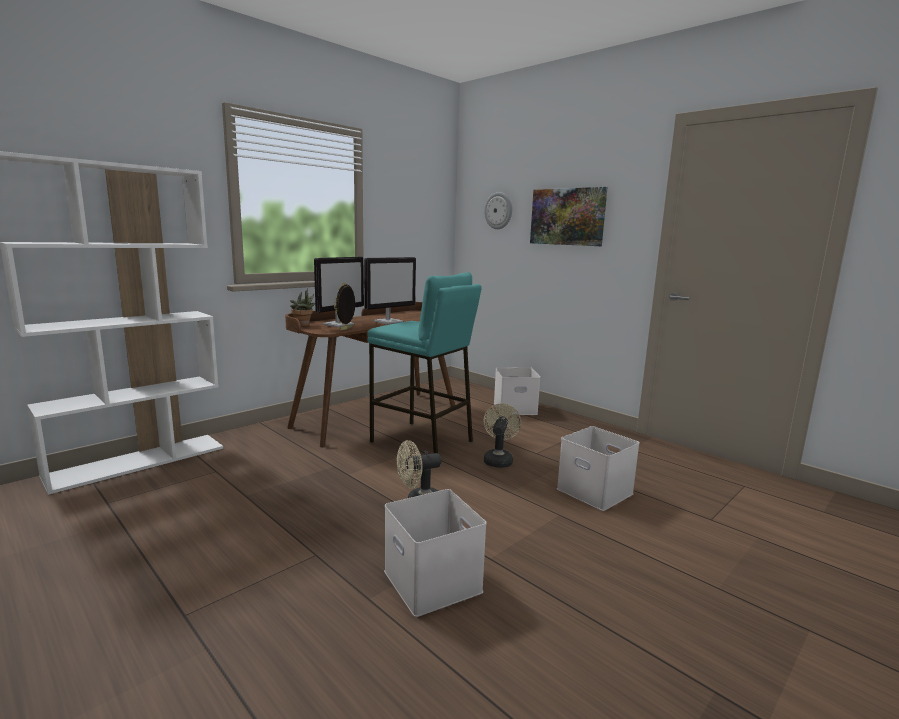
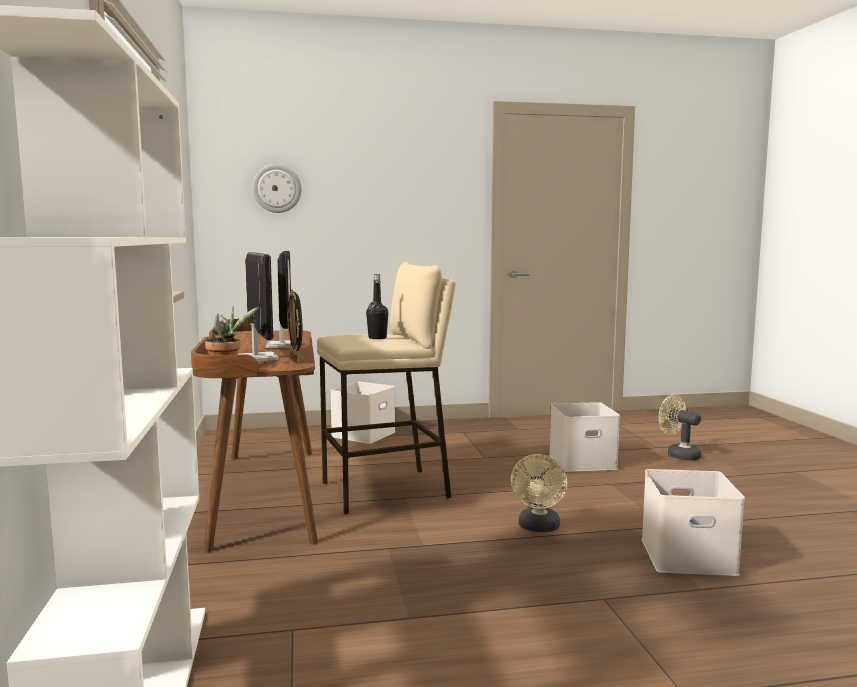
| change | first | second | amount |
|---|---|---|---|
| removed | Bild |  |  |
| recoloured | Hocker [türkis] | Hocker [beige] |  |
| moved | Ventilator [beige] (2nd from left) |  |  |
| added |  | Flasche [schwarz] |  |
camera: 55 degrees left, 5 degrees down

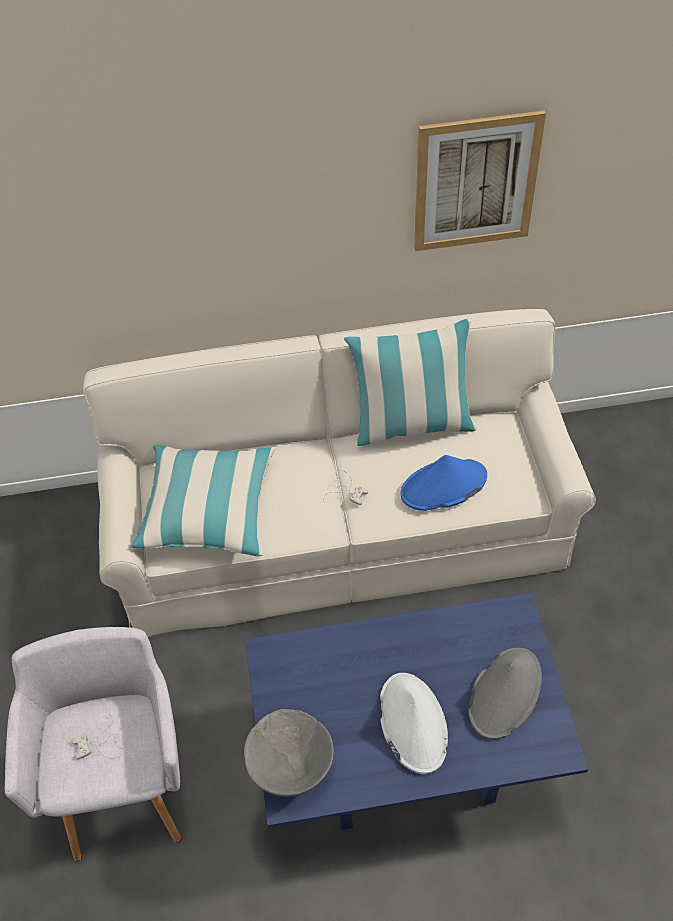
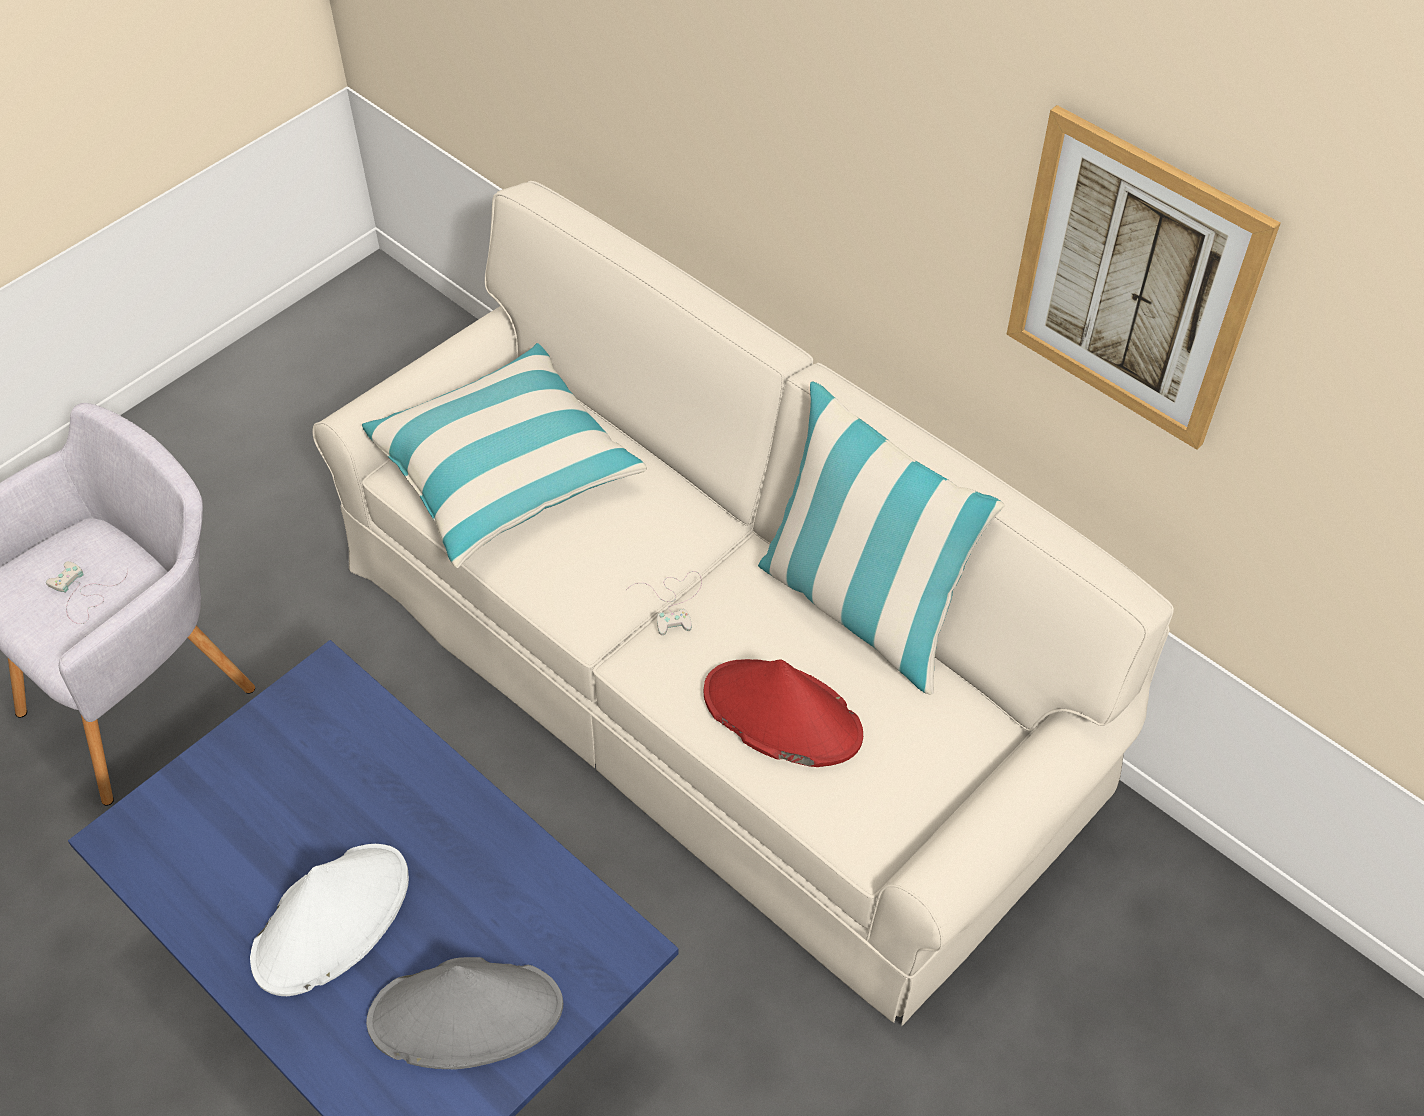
| change | first | second | amount |
|---|---|---|---|
| recoloured | Hut [blau] | Hut [rot] |  |
| removed | Schüssel [grau] |  |  |
camera: 50 degrees right, 0 degrees up

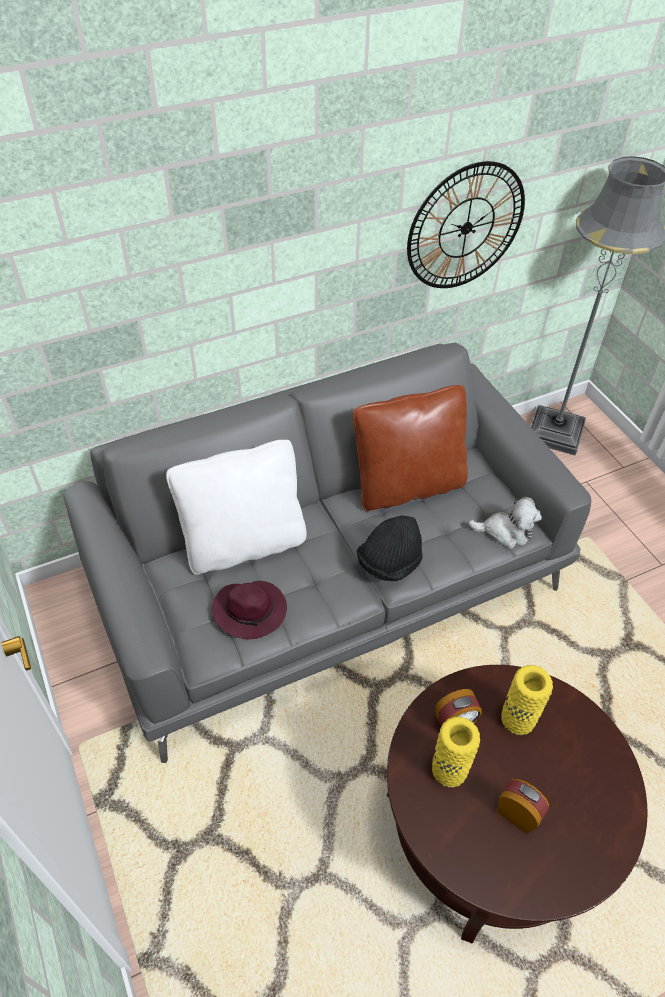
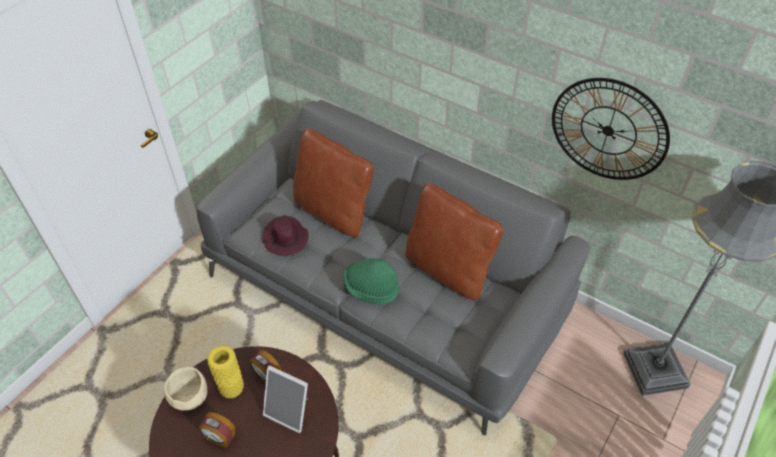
| change | first | second | amount |
|---|---|---|---|
| recoloured | Kissen [weiß] | Kissen [braun] (1st from left) |  |
| removed | Plüschtier |  |  |
| recoloured | Hut [schwarz] | Hut [grün] |  |
| replaced | Vase [gelb] (2nd from left) | Bilderrahmen |  |
| turned | Wecker (2nd from left in the first image) | Wecker (1st from left) | 105 degrees clockwise |
| added |  | Schüssel [beige] |  |
camera: 60 degrees right, 0 degrees up

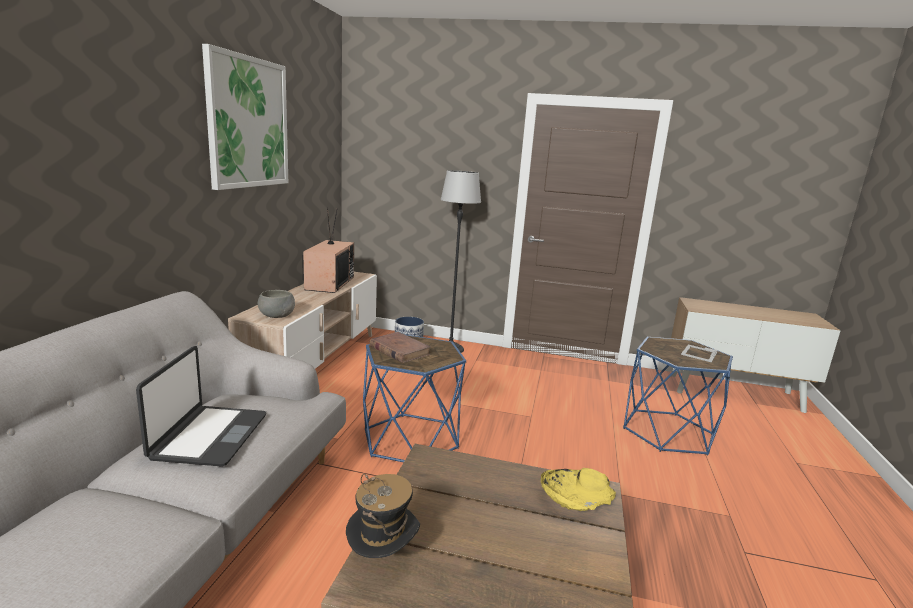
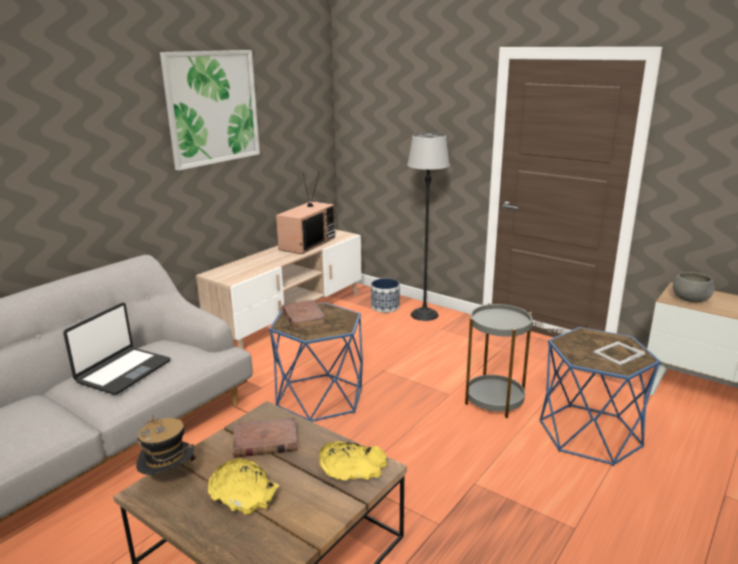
| change | first | second | amount |
|---|---|---|---|
| moved | Schüssel [grau] |  |  |
| added |  | Beistelltisch [grau] |  |
| added |  | Buch [braun] (1st from left) |  |
| added |  | Schüssel [gelb] (1st from left) |  |
camera: 25 degrees right, 5 degrees up

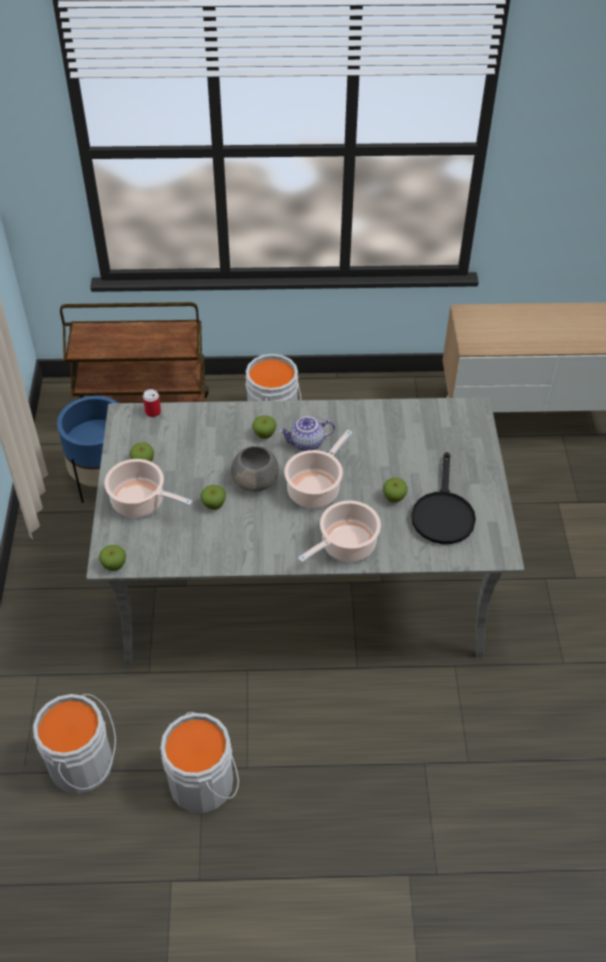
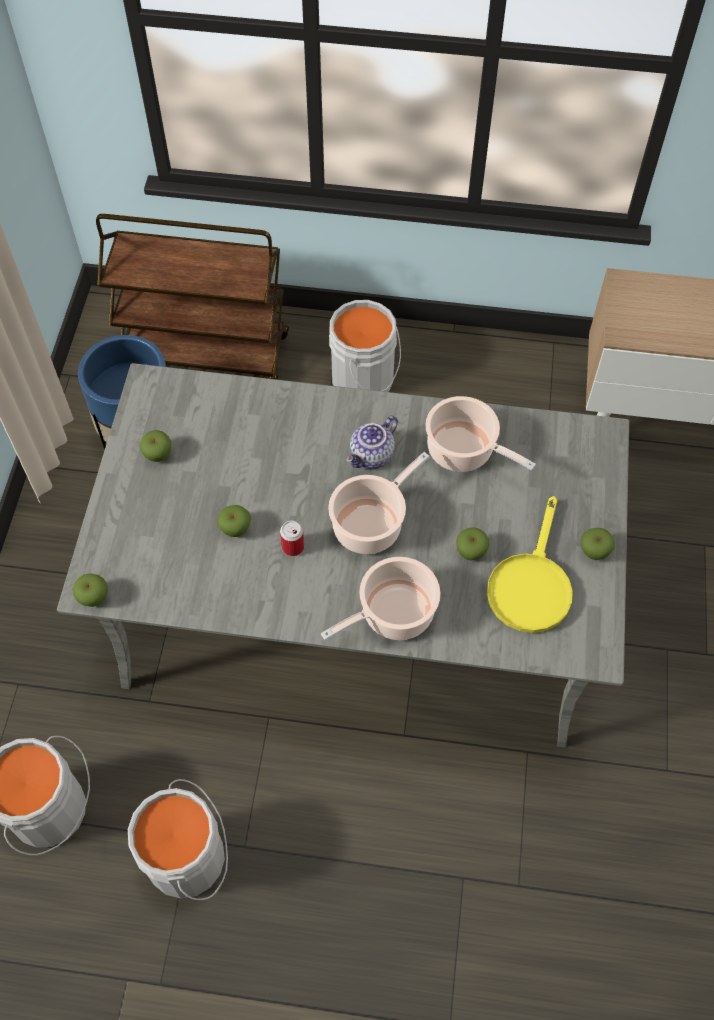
| change | first | second | amount |
|---|---|---|---|
| moved | Dose |  |  |
| moved | Apfel (4th from left in the first image) | Apfel (5th from left) |  |
| turned | Teekanne |  | 45 degrees counterclockwise |
| removed | Schüssel [grau] |  |  |
| recoloured | Pfanne [schwarz] | Pfanne [gelb] |  |
| moved | Kochtopf (1st from left in the first image) | Kochtopf (3rd from left) |  |
camera: 10 degrees right, 10 degrees up

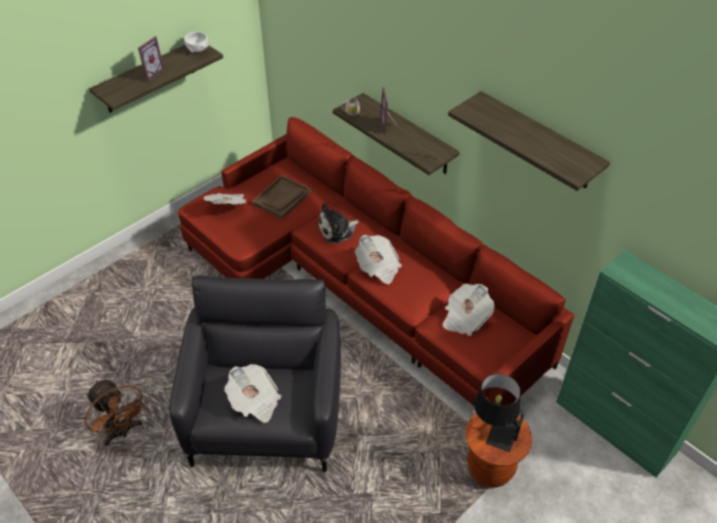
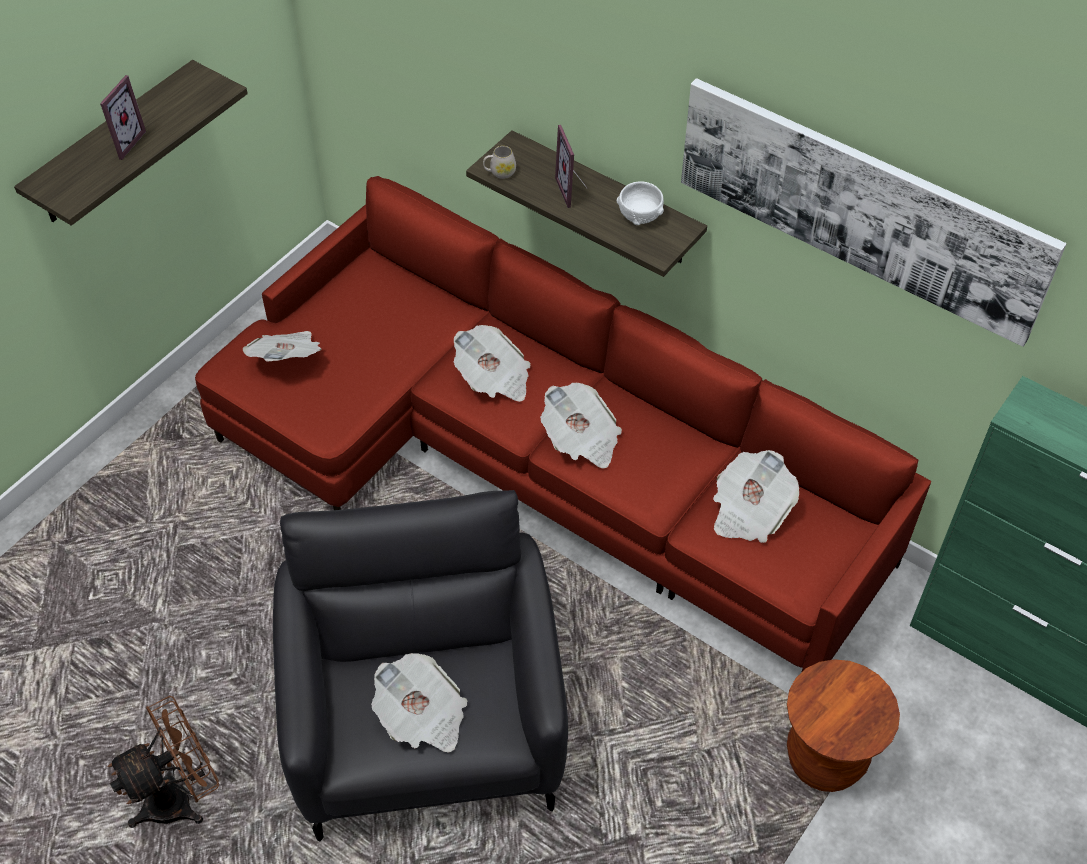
| change | first | second | amount |
|---|---|---|---|
| moved | Schüssel [weiß] |  |  |
| replaced | Wandregal (3rd from left) | Bild |  |
| removed | Tablett [braun] |  |  |
| replaced | Plüschtier | Zeitung (3rd from left) |  |
| removed | Tischlampe [schwarz] |  |  |
| turned | Ventilator [braun] |  | 75 degrees counterclockwise |
camera: 10 degrees left, 5 degrees up

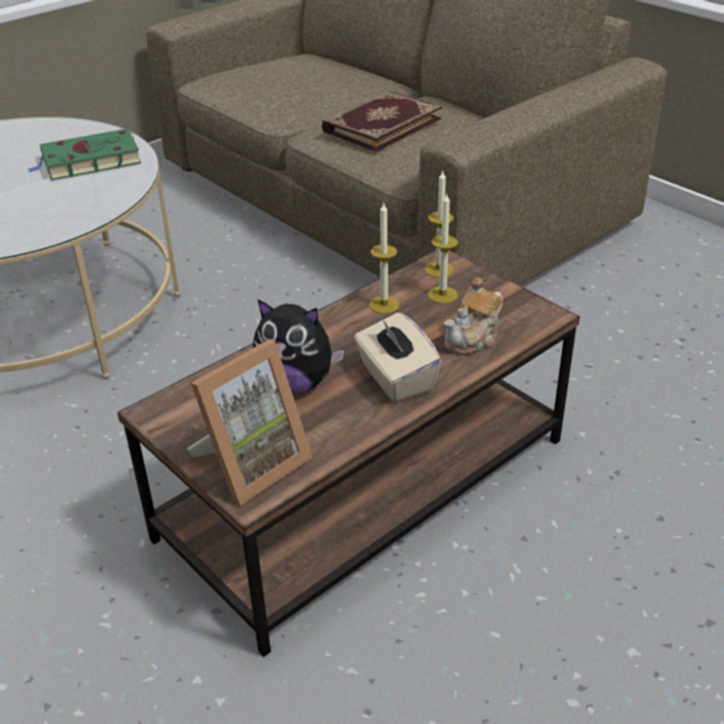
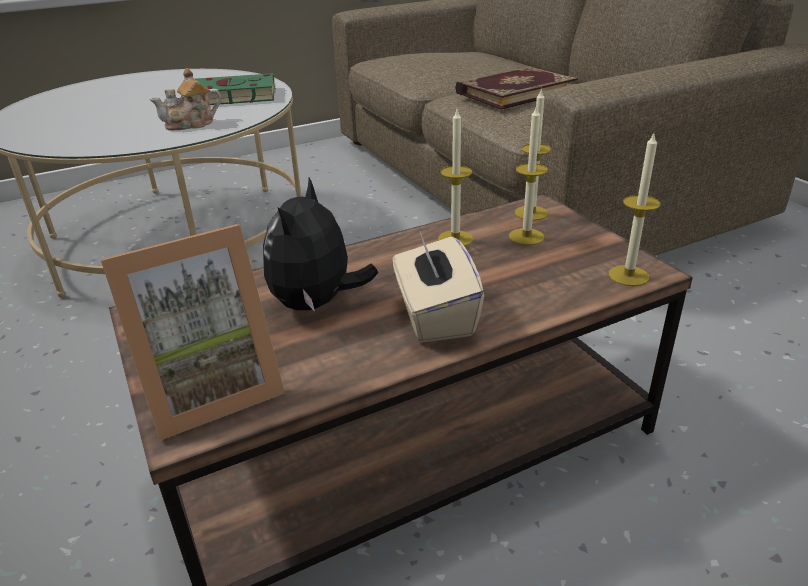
| change | first | second | amount |
|---|---|---|---|
| moved | Teekanne |  |  |
| turned | Plüschtier |  | 75 degrees clockwise |
| added |  | Kerze (4th from left) |  |
camera: 15 degrees right, 5 degrees down

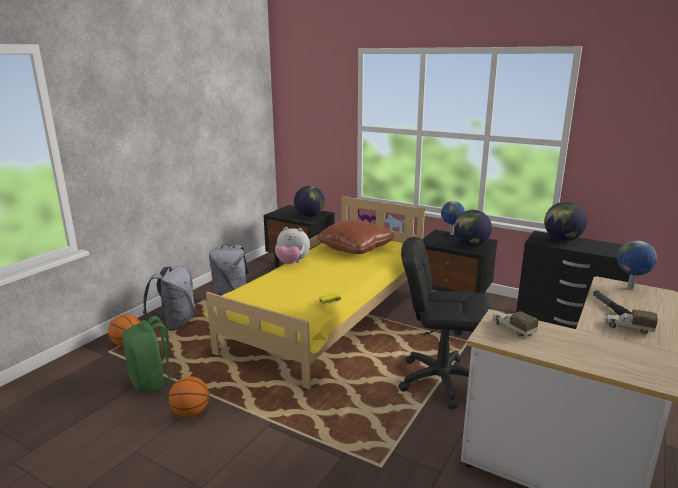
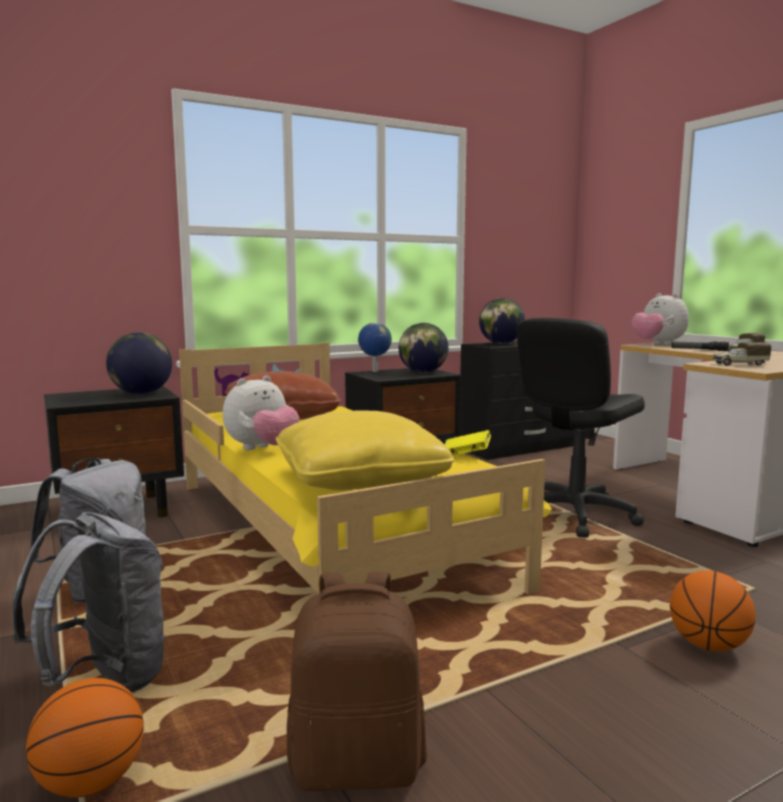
| change | first | second | amount |
|---|---|---|---|
| replaced | Globus (5th from left) | Plüschtier (2nd from left) |  |
| recoloured | Rucksack [grün] | Rucksack [braun] |  |
| moved | Basketball (2nd from left) |  |  |
| added |  | Kissen [gelb] |  |
camera: 60 degrees left, 10 degrees down

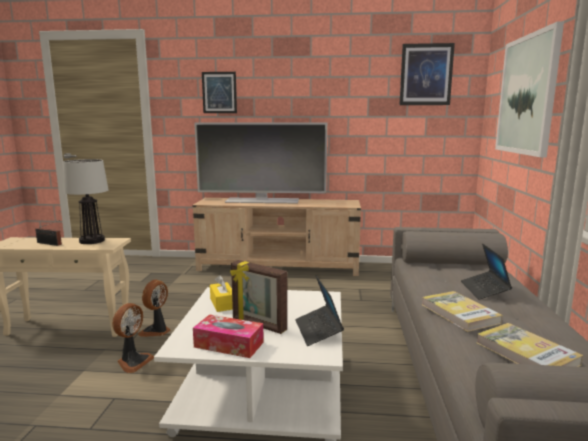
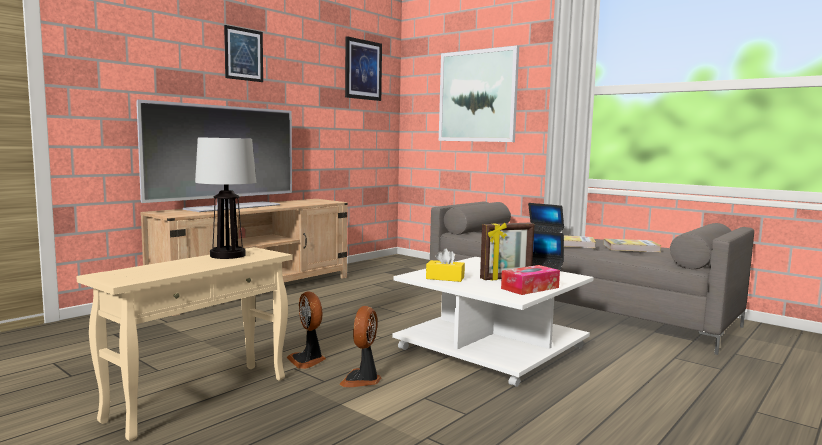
| change | first | second | amount |
|---|---|---|---|
| moved | Bild (1st from left) |  |  |
| removed | Radio |  |  |
| turned | Ventilator (1st from left in the first image) | Ventilator (2nd from left) | 135 degrees counterclockwise |
camera: 55 degrees left, 5 degrees down

